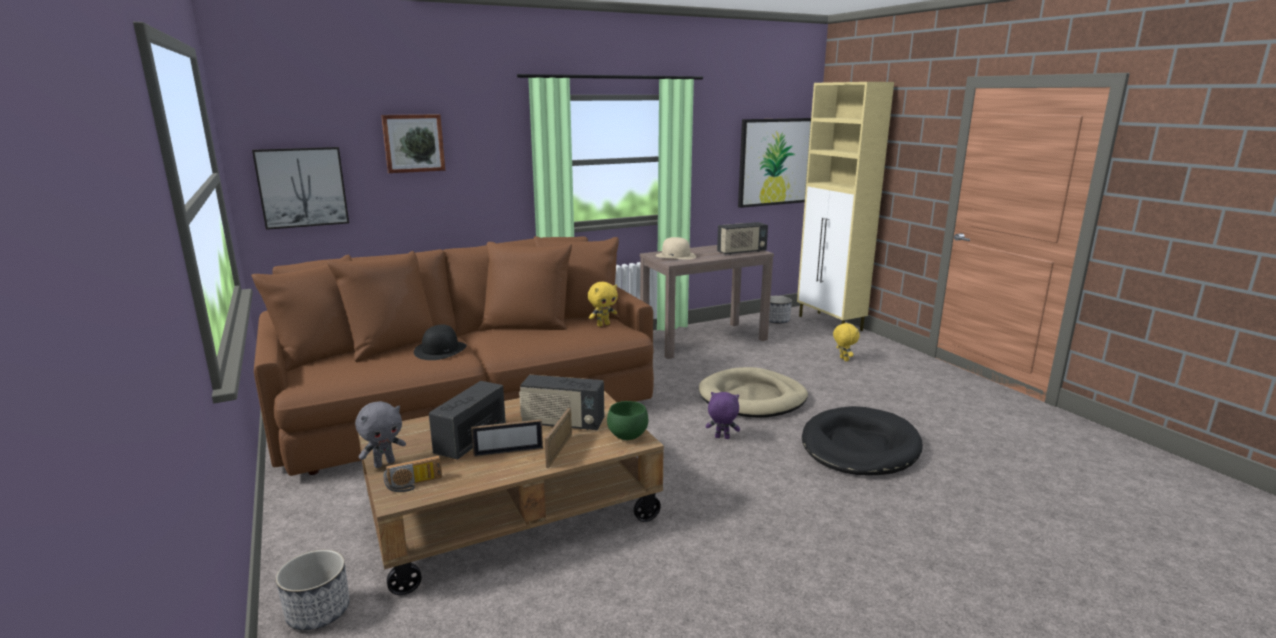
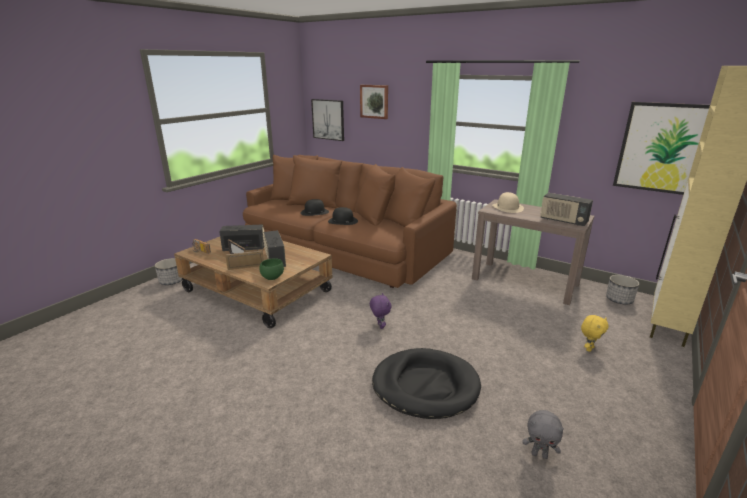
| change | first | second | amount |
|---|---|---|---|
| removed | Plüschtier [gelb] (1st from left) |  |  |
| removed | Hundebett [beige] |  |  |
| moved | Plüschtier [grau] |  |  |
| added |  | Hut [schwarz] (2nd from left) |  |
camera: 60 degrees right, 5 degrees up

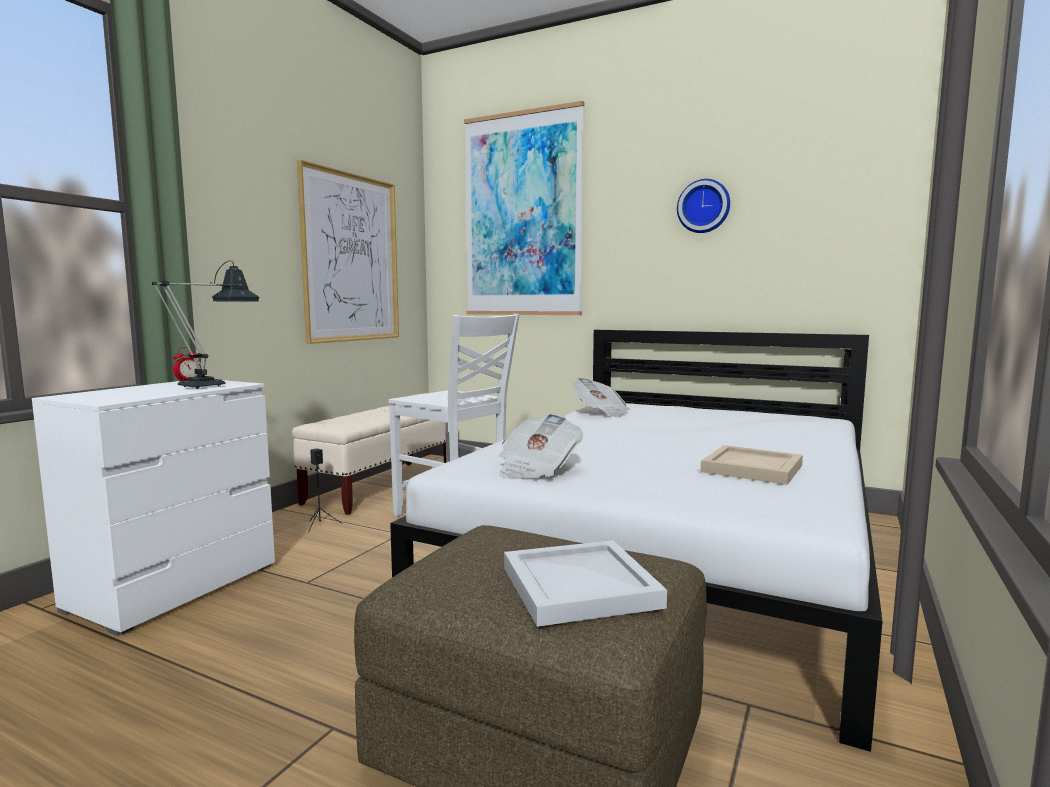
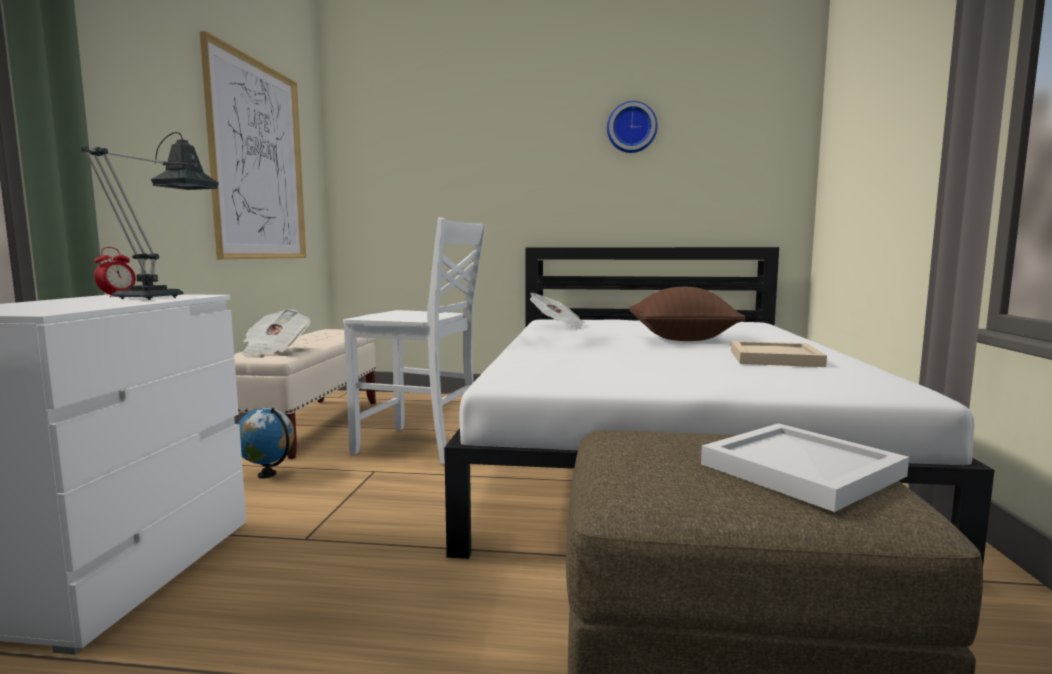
| change | first | second | amount |
|---|---|---|---|
| removed | Bild (2nd from left) |  |  |
| moved | Zeitung (1st from left) |  |  |
| replaced | Lautsprecher [schwarz] | Globus |  |
| added |  | Kissen [braun] |  |
camera: 20 degrees left, 0 degrees up

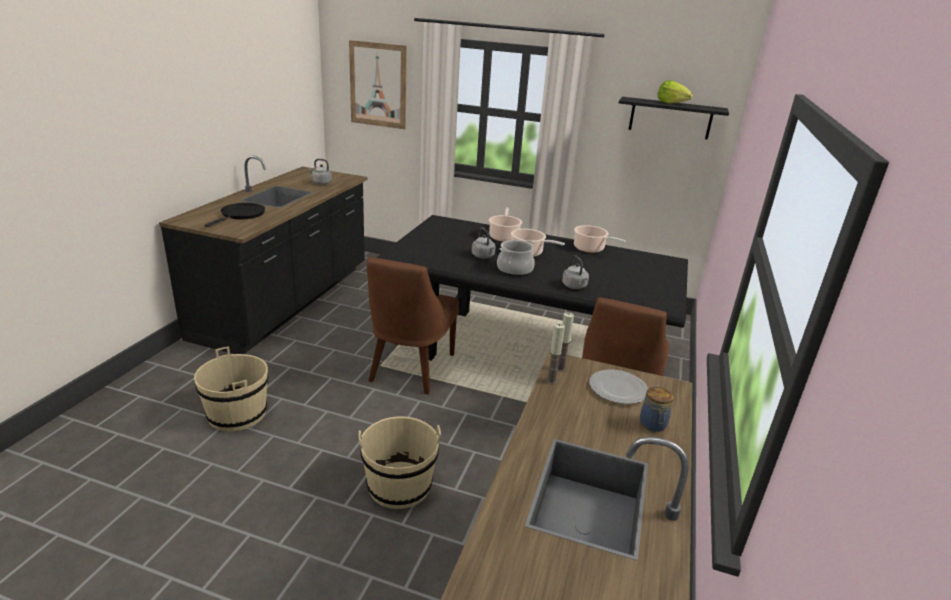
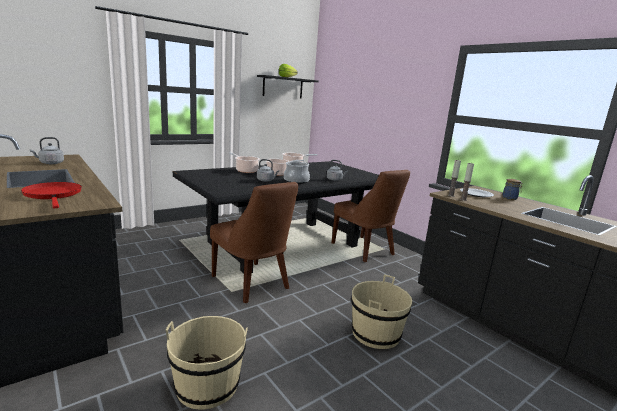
| change | first | second | amount |
|---|---|---|---|
| removed | Bild |  |  |
| recoloured | Pfanne [schwarz] | Pfanne [rot] |  |
camera: 55 degrees left, 10 degrees down

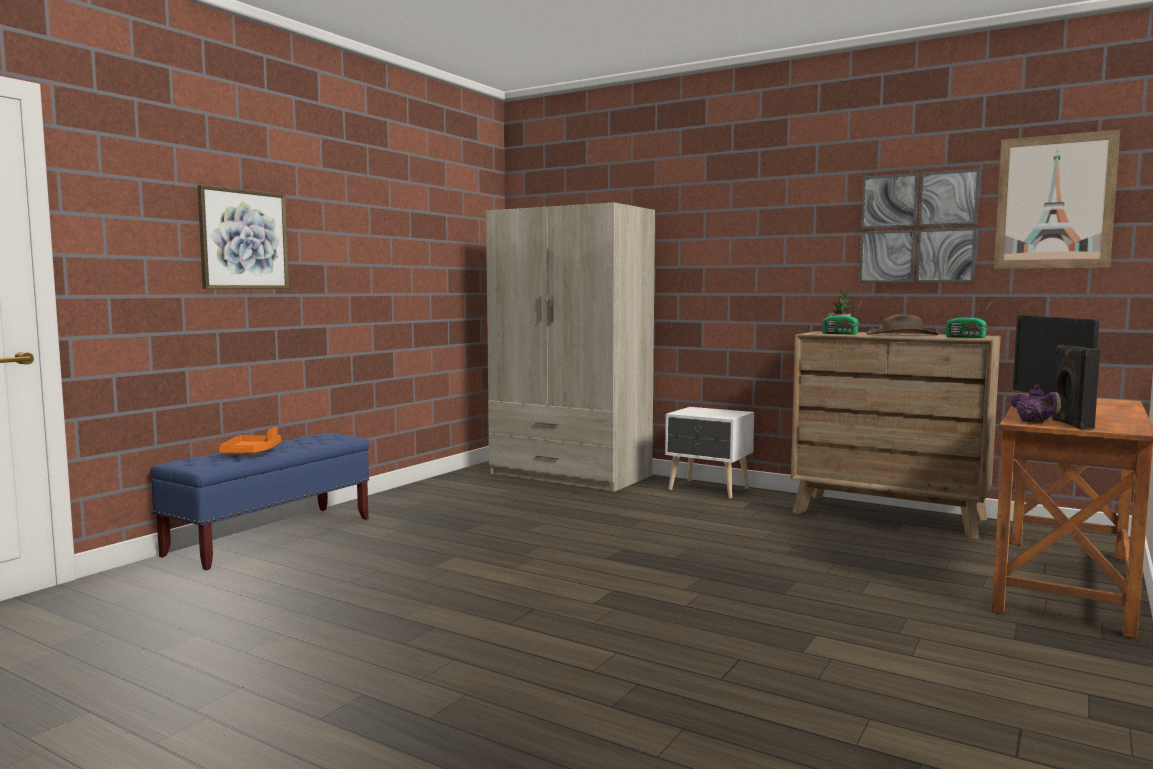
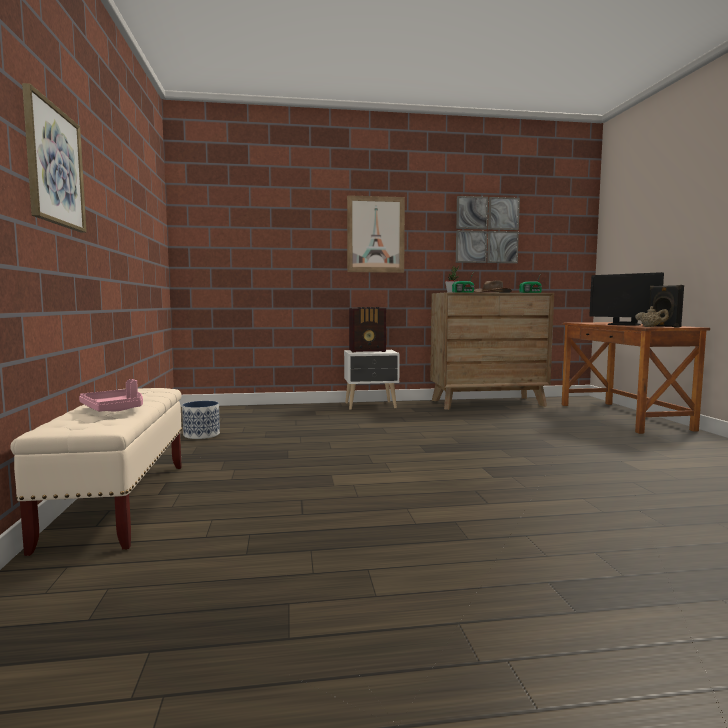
| change | first | second | amount |
|---|---|---|---|
| moved | Bild (3rd from left in the first image) | Bild (2nd from left) |  |
| removed | Kleiderschrank [beige] |  |  |
| recoloured | Teekanne [lila] | Teekanne [beige] |  |
| recoloured | Tablett [orange] | Tablett [rosa] |  |
| recoloured | Bank [blau] | Bank [beige] |  |
| added |  | Radio (1st from left) |  |
| added |  | Pflanzkübel |  |
camera: 40 degrees left, 0 degrees up

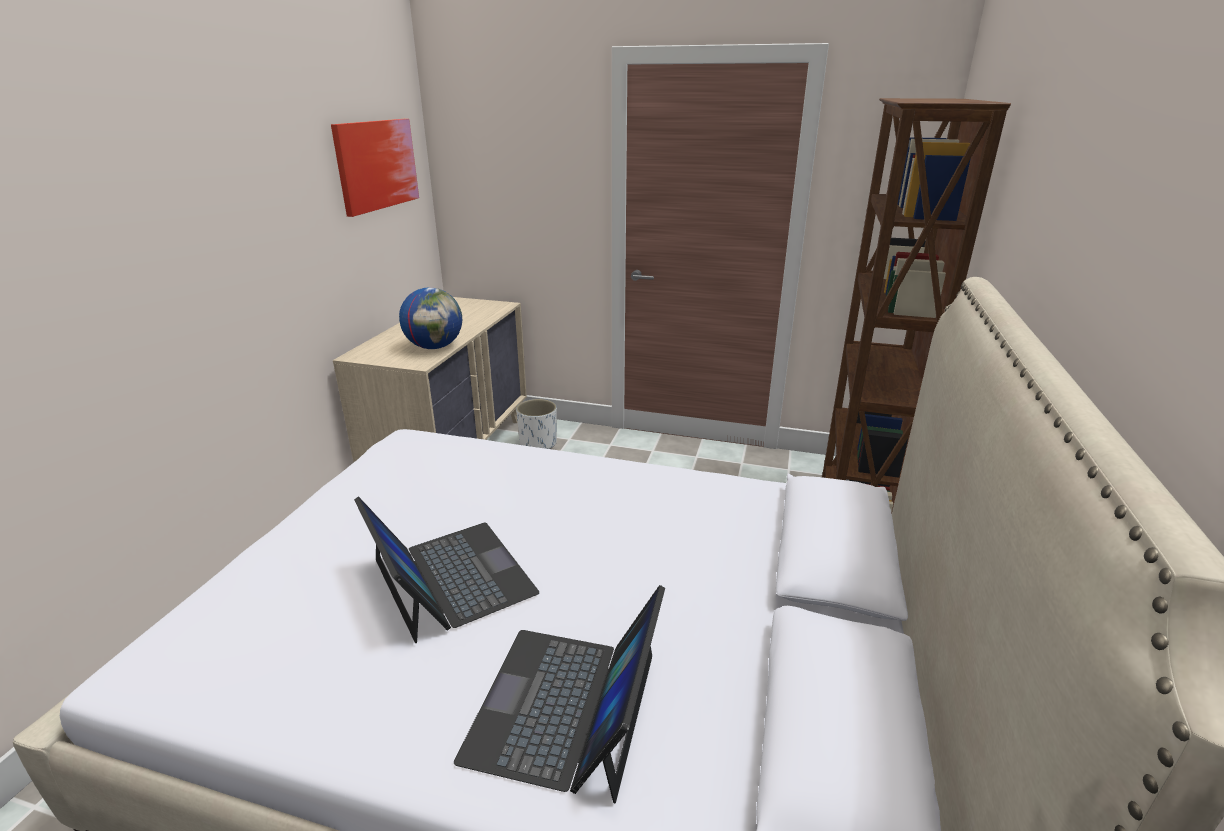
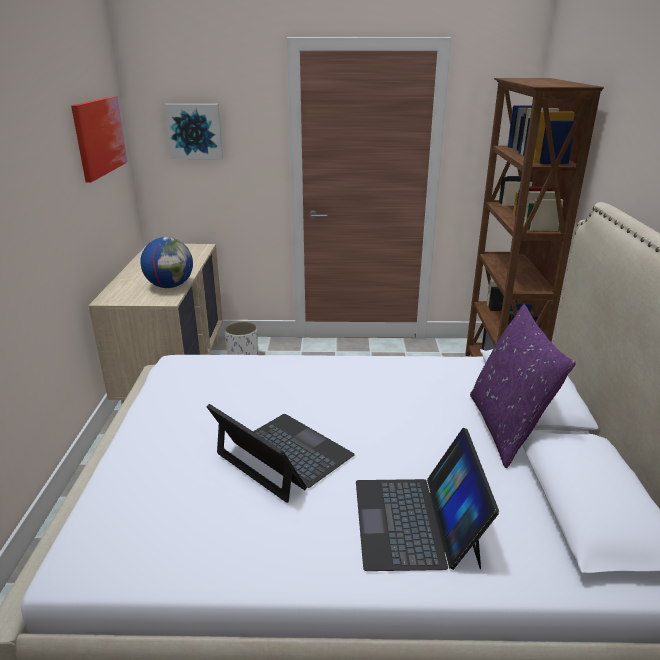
| change | first | second | amount |
|---|---|---|---|
| added |  | Bild (2nd from left) |  |
| added |  | Kissen [lila] |  |
camera: 15 degrees left, 0 degrees up

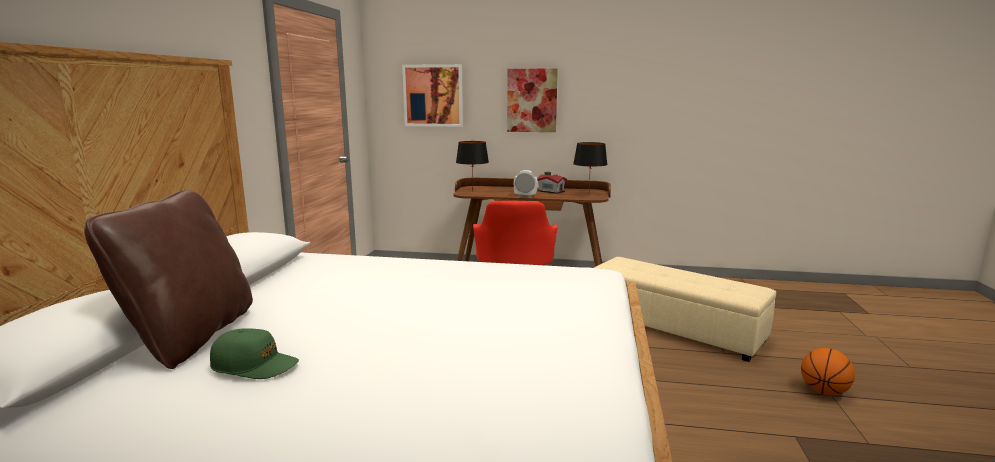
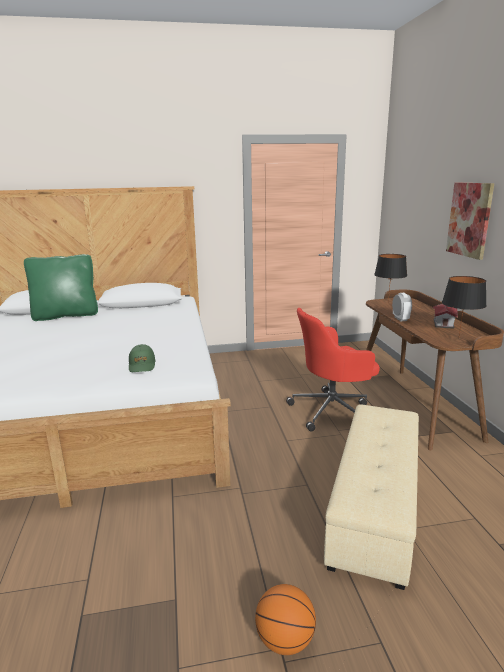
| change | first | second | amount |
|---|---|---|---|
| removed | Bild (1st from left) |  |  |
| recoloured | Kissen [braun] | Kissen [grün] |  |
| moved | Kappe [grün] |  |  |
camera: 70 degrees right, 5 degrees up

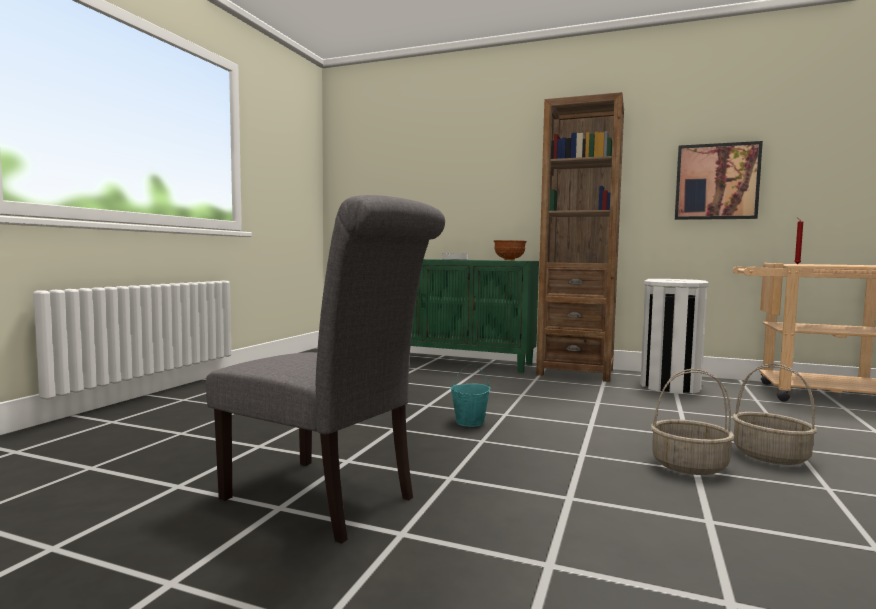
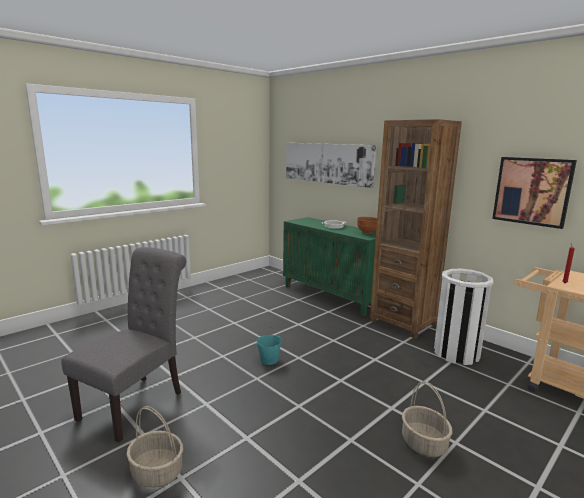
| change | first | second | amount |
|---|---|---|---|
| turned | Stuhl [grau] |  | 120 degrees counterclockwise |
| moved | Korb (1st from left) |  |  |
| added |  | Bild (1st from left) |  |
camera: 25 degrees right, 10 degrees up

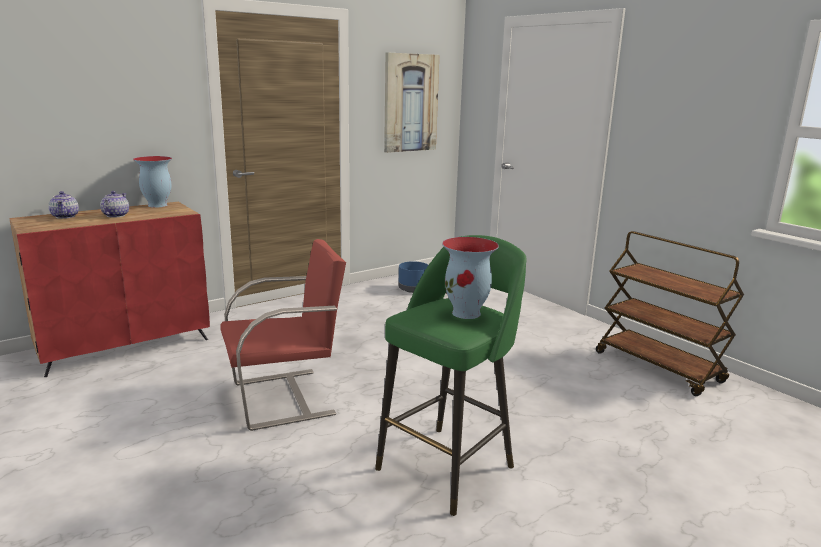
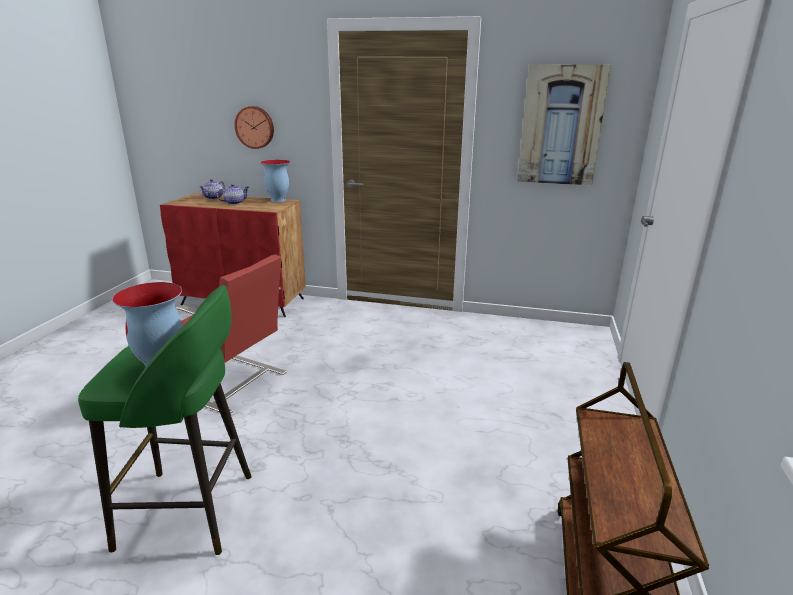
| change | first | second | amount |
|---|---|---|---|
| removed | Pflanzkübel [blau] |  |  |
| added |  | Wanduhr |  |
camera: 50 degrees right, 5 degrees up

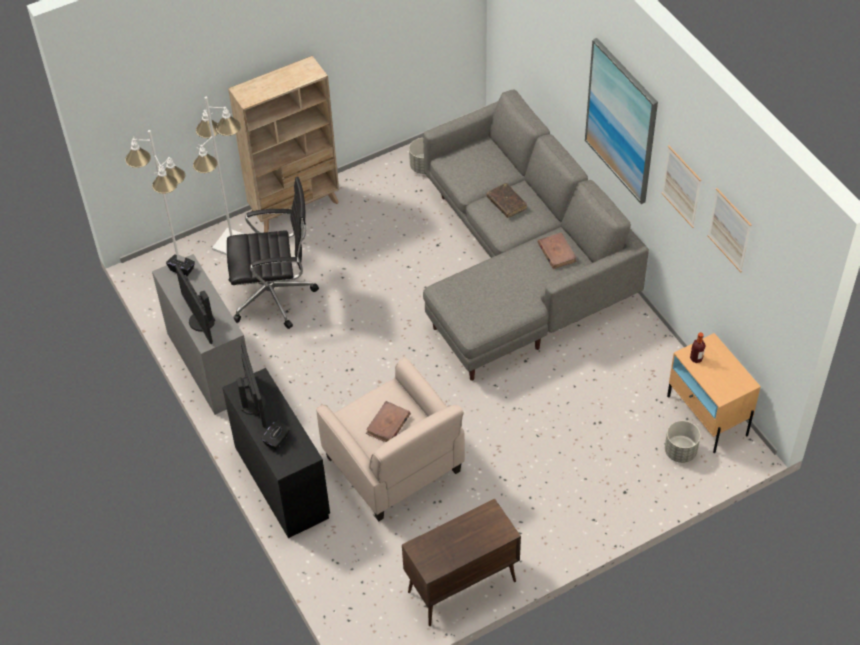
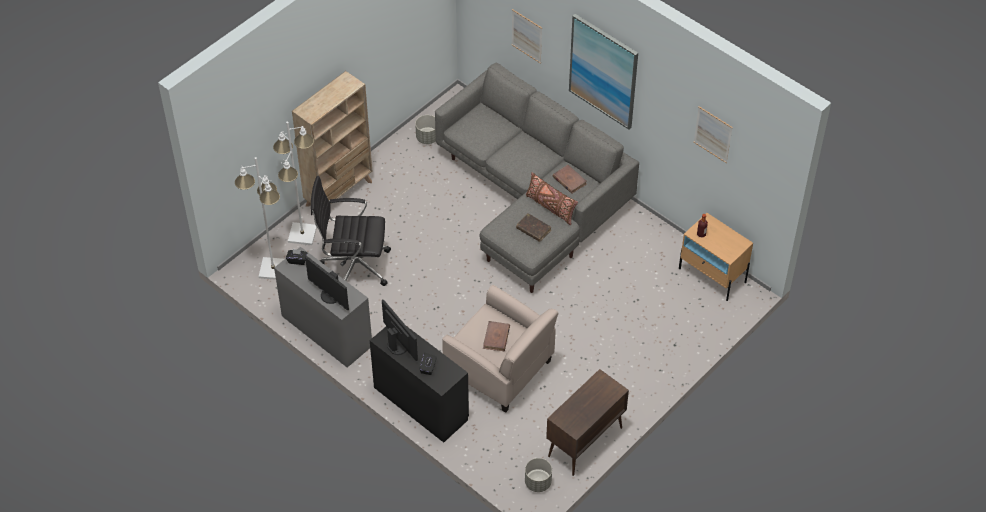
| change | first | second | amount |
|---|---|---|---|
| moved | Bild (2nd from left in the first image) | Bild (1st from left) |  |
| turned | Bürostuhl [schwarz] |  | 150 degrees counterclockwise |
| moved | Buch [braun] (2nd from left) |  |  |
| moved | Pflanzkübel [grau] (2nd from left) |  |  |
| added |  | Kissen [braun] |  |
camera: 20 degrees left, 0 degrees up

